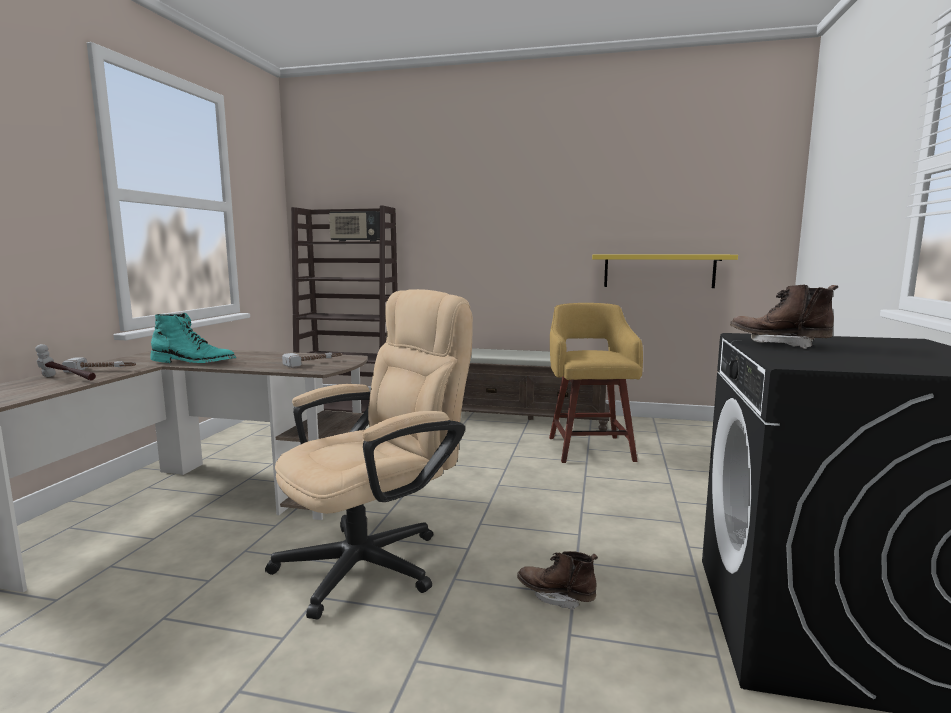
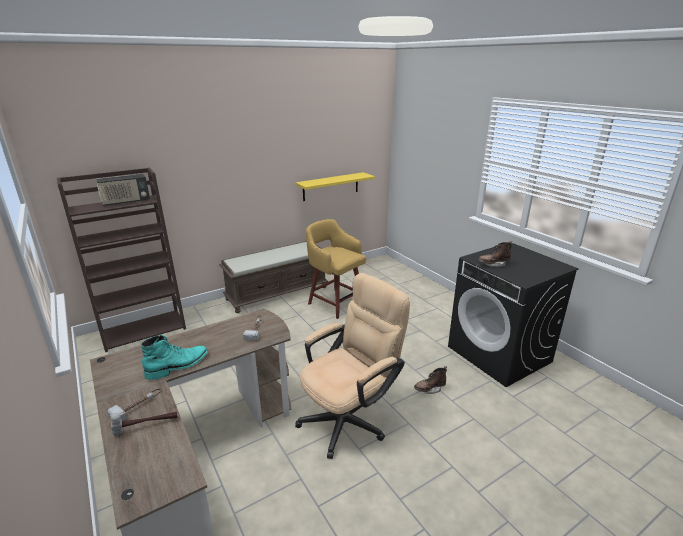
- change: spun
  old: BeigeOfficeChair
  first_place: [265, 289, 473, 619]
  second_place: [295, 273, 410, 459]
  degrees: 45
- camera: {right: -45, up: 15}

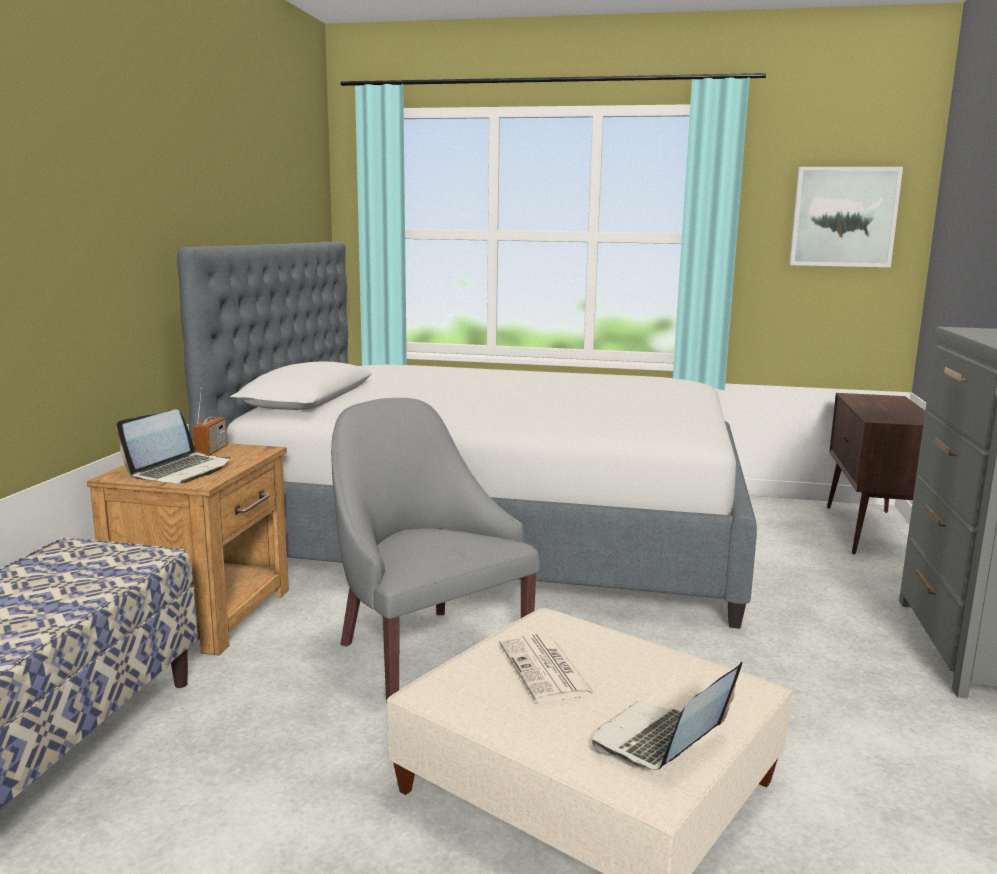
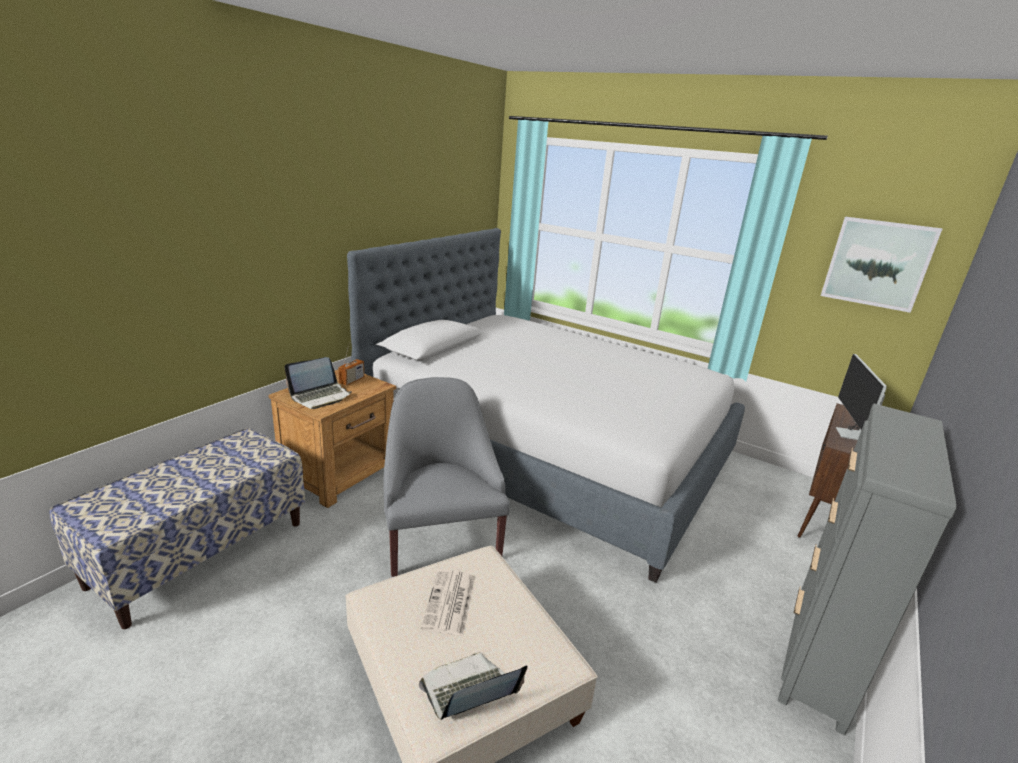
- change: appeared
  new: Monitor
  second_place: [836, 354, 887, 440]
- camera: {right: 20, up: 10}

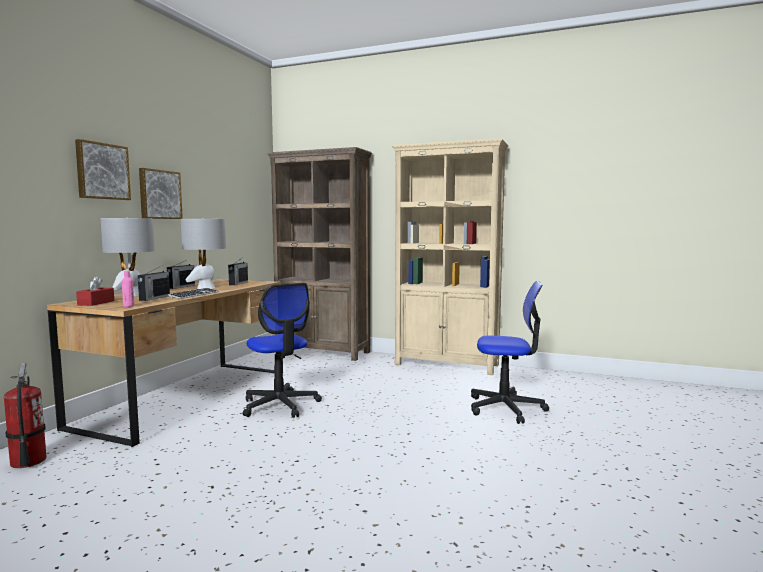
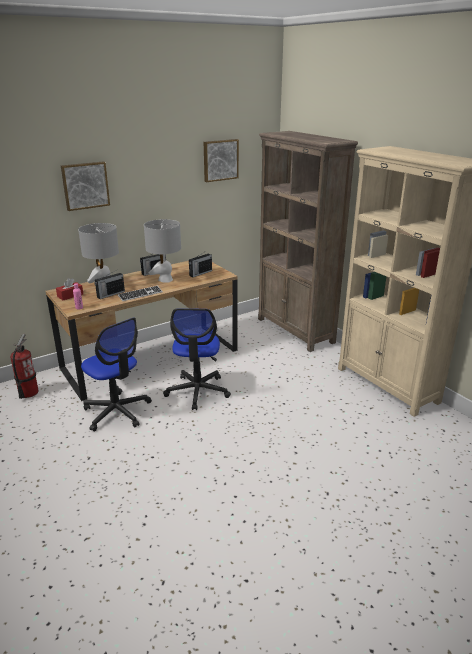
- change: relocated
  old: Picture
  first_place: [139, 168, 183, 219]
  second_place: [204, 139, 239, 182]
- change: relocated
  old: OfficeChair
  first_place: [471, 281, 549, 424]
  second_place: [81, 318, 152, 431]
- camera: {right: 35, up: 20}

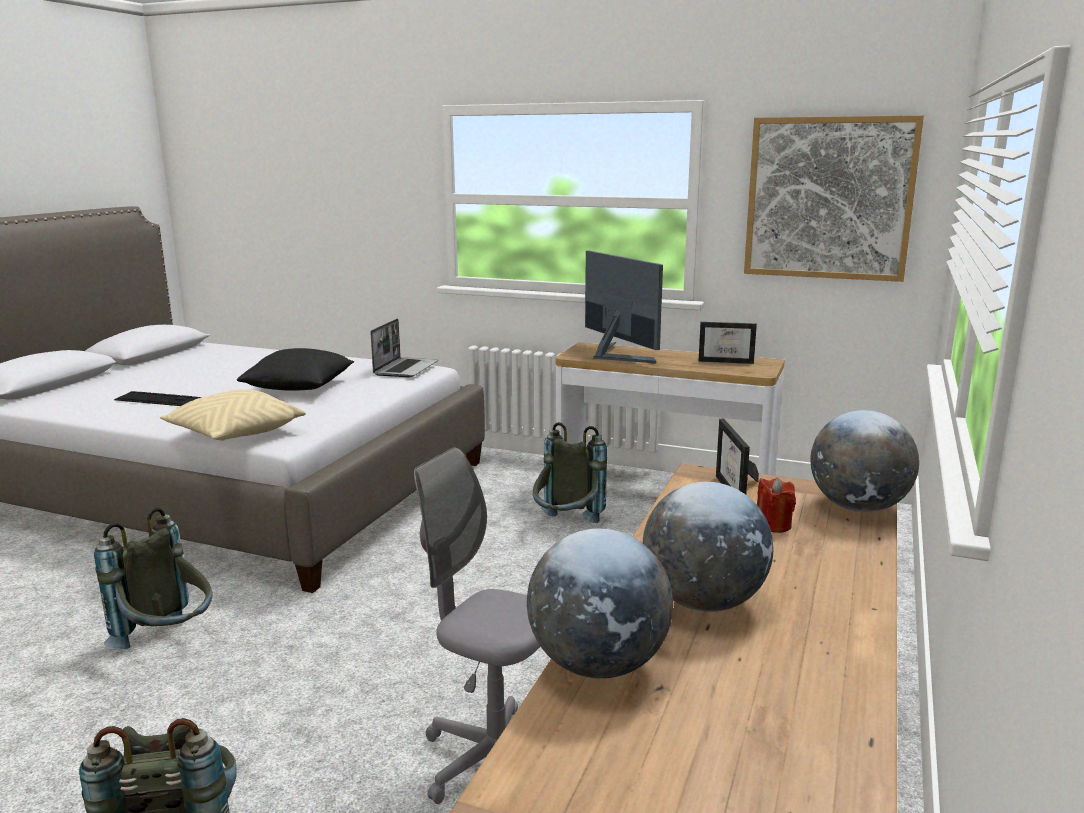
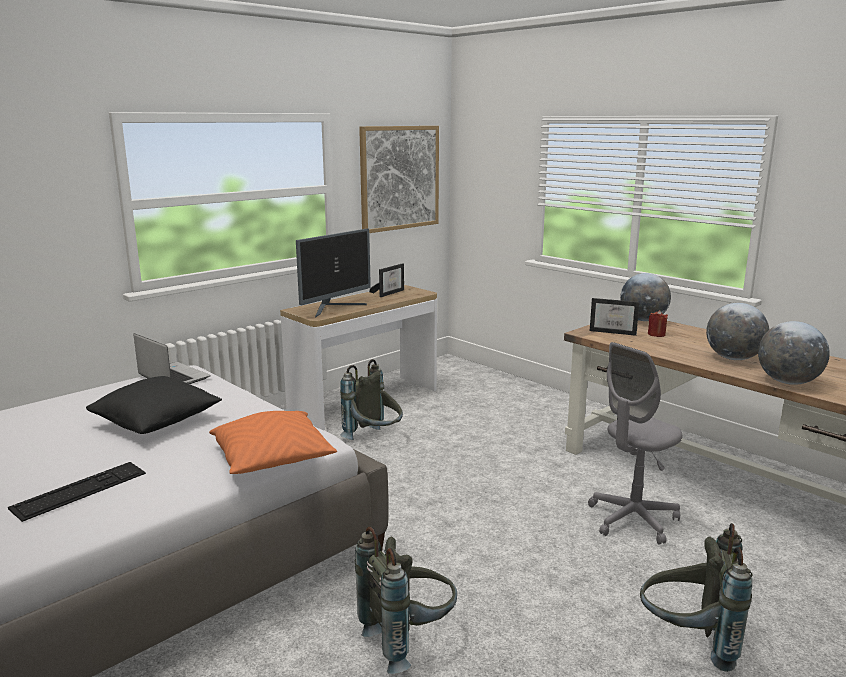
- change: colour
  old: BeigePillow
  new: OrangePillow
  first_place: [160, 389, 306, 441]
  second_place: [209, 411, 337, 474]
- change: spun
  old: Monitor
  first_place: [585, 251, 663, 363]
  second_place: [296, 229, 371, 318]
  degrees: 135
- camera: {right: -65, up: 0}

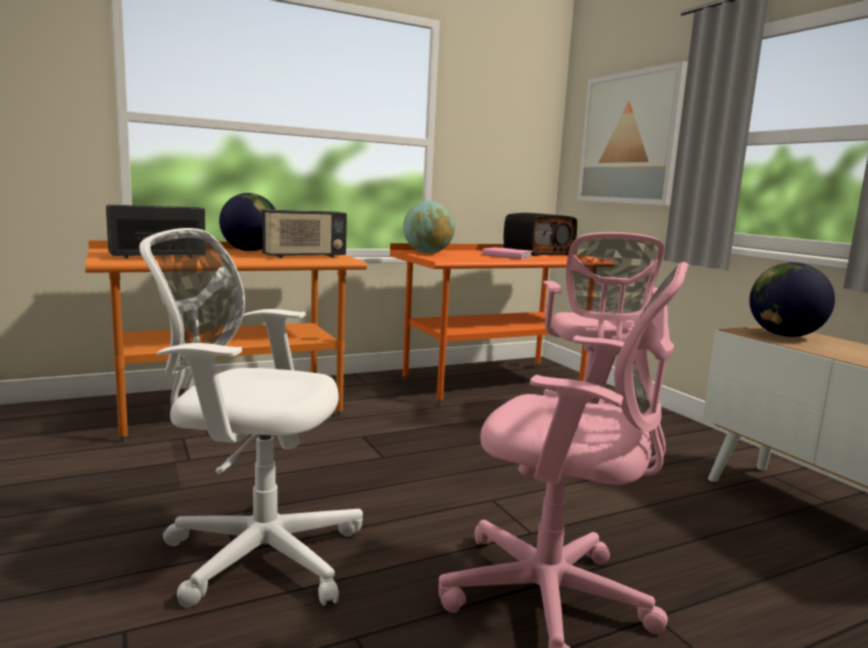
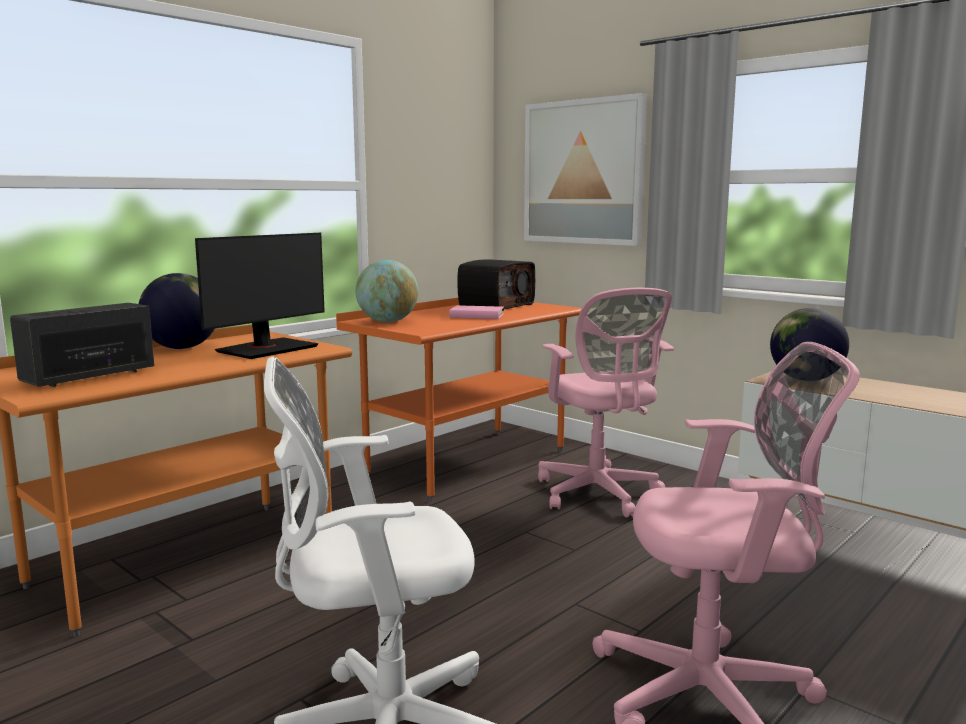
- change: exchanged
  old: Radio
  new: Monitor
  first_place: [262, 209, 347, 258]
  second_place: [195, 233, 325, 359]
- camera: {right: -20, up: 0}

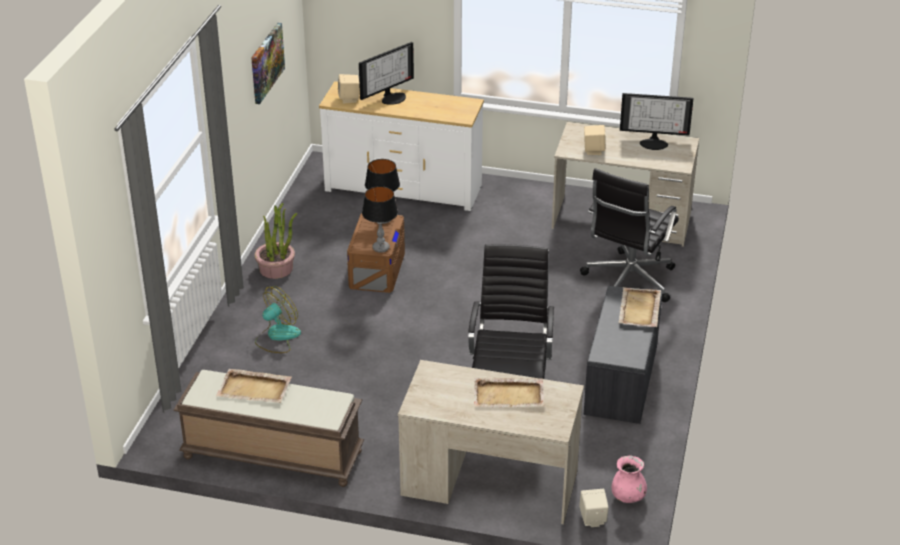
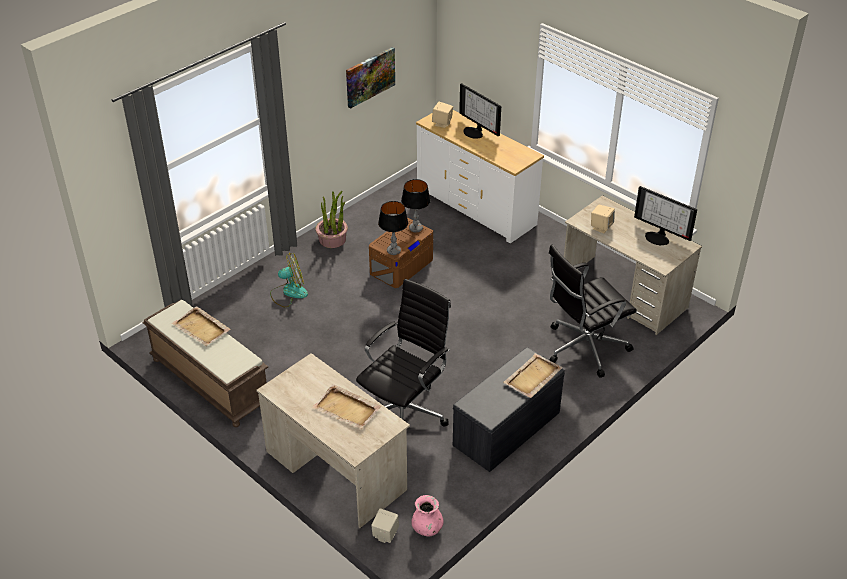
- change: spun
  old: Monitor
  first_place: [359, 42, 414, 105]
  second_place: [459, 83, 501, 138]
  degrees: 60
- camera: {right: 30, up: 5}

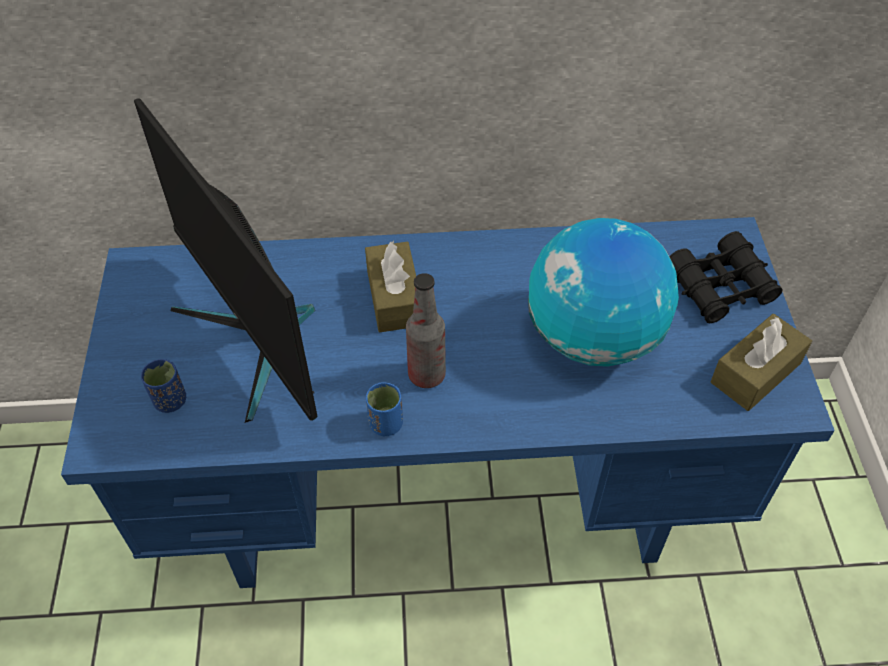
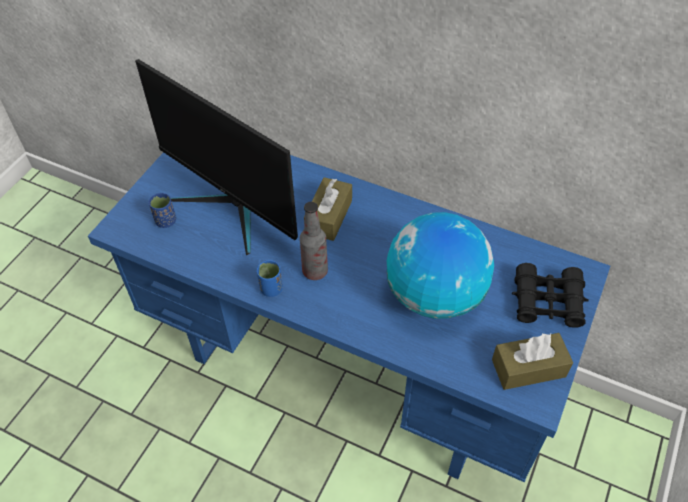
- change: spun
  old: Monitor
  first_place: [134, 98, 318, 423]
  second_place: [135, 59, 298, 256]
  degrees: -45
- camera: {right: 30, up: 0}

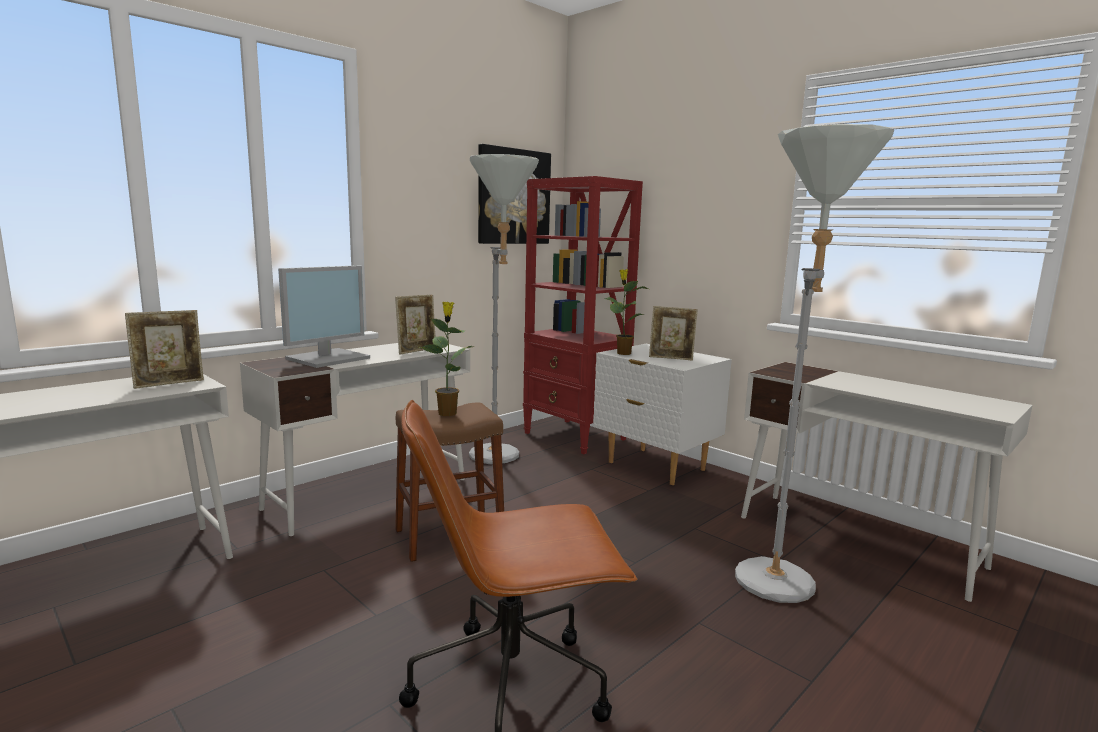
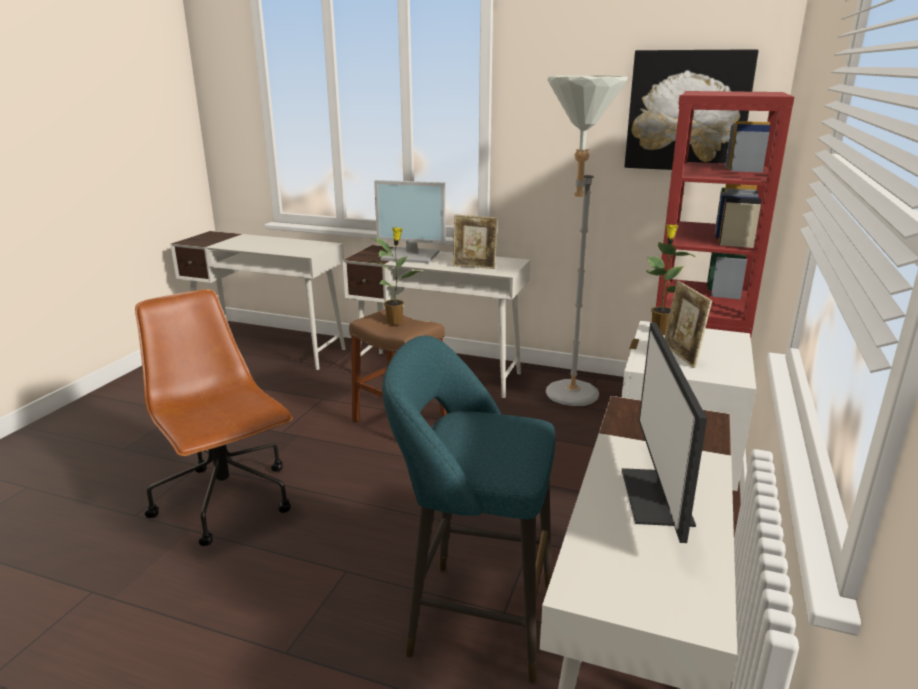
- change: missing
  old: PictureFrame
  first_place: [125, 310, 204, 389]
- change: appeared
  new: Monitor
  second_place: [622, 322, 707, 543]
- change: exchanged
  old: GreyFloorLamp
  new: TurquoiseStool
  first_place: [735, 124, 894, 603]
  second_place: [382, 336, 555, 683]
- camera: {right: 65, up: 10}

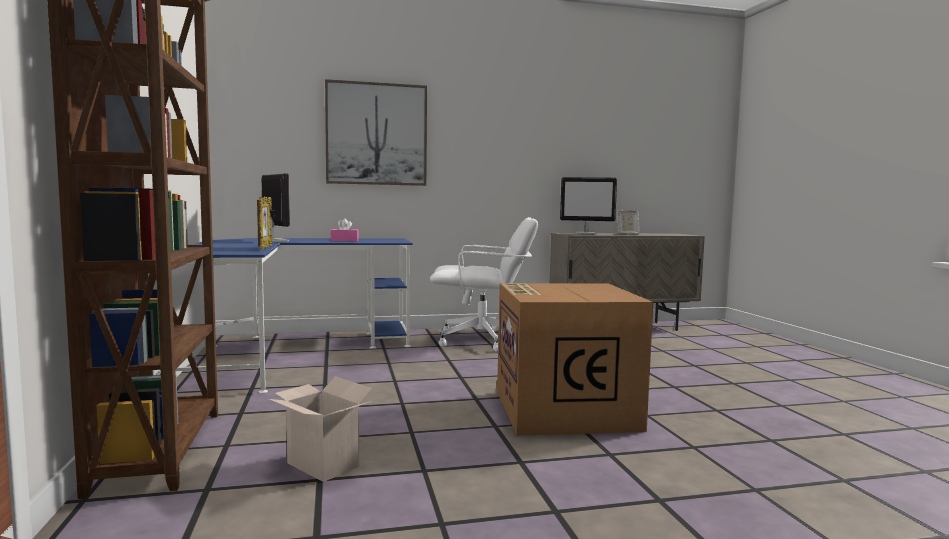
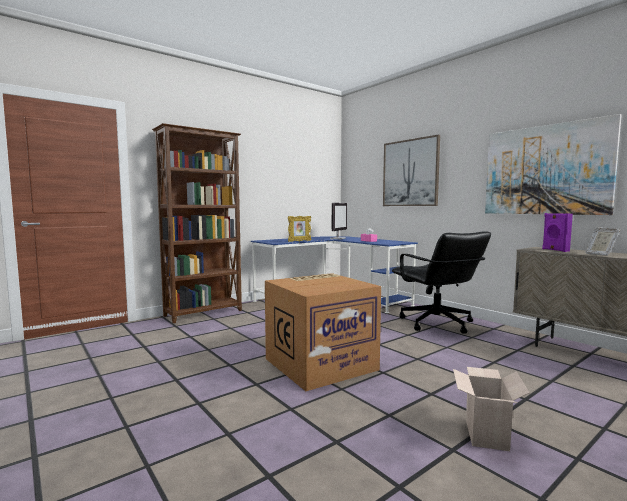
- change: appeared
  new: Picture
  second_place: [485, 114, 622, 215]
- change: relocated
  old: CardboardBox
  first_place: [268, 376, 372, 482]
  second_place: [453, 367, 530, 451]
- change: exchanged
  old: Monitor
  new: PurpleSpeaker
  first_place: [560, 177, 617, 235]
  second_place: [542, 213, 573, 252]
- change: colour
  old: WhiteOfficeChair
  new: BlackOfficeChair
  first_place: [430, 217, 538, 352]
  second_place: [392, 231, 491, 334]
- camera: {right: 65, up: 0}

